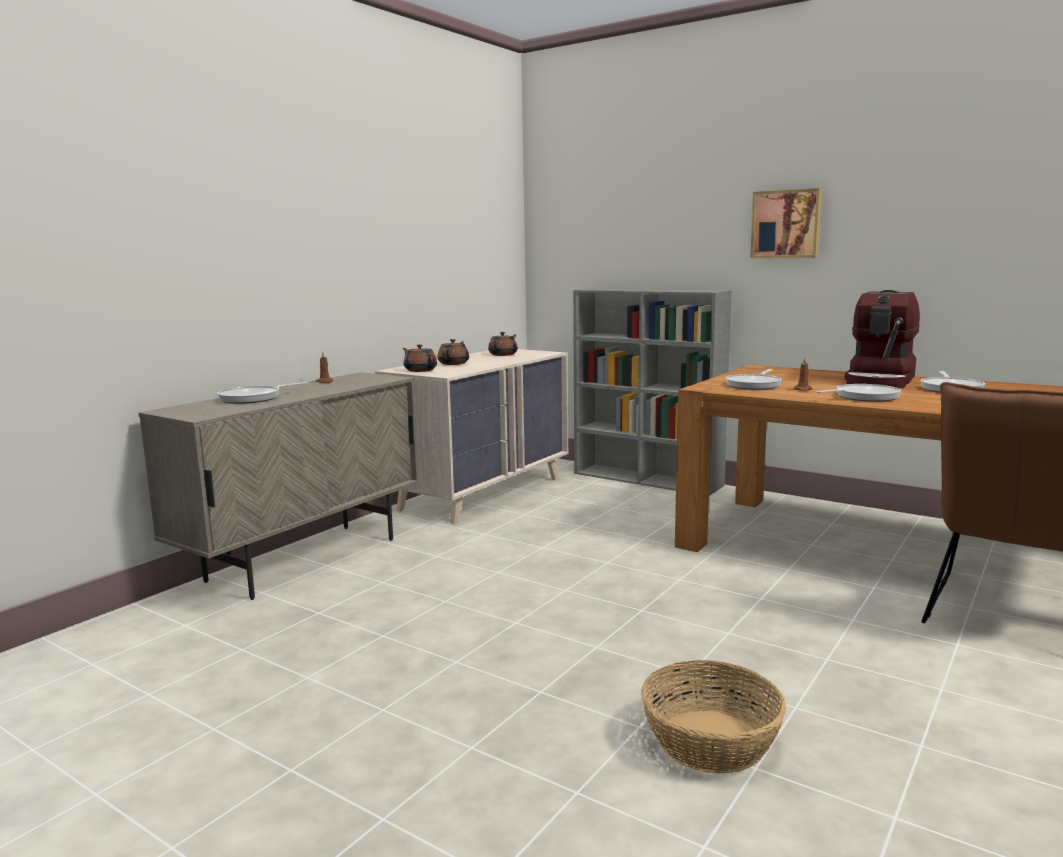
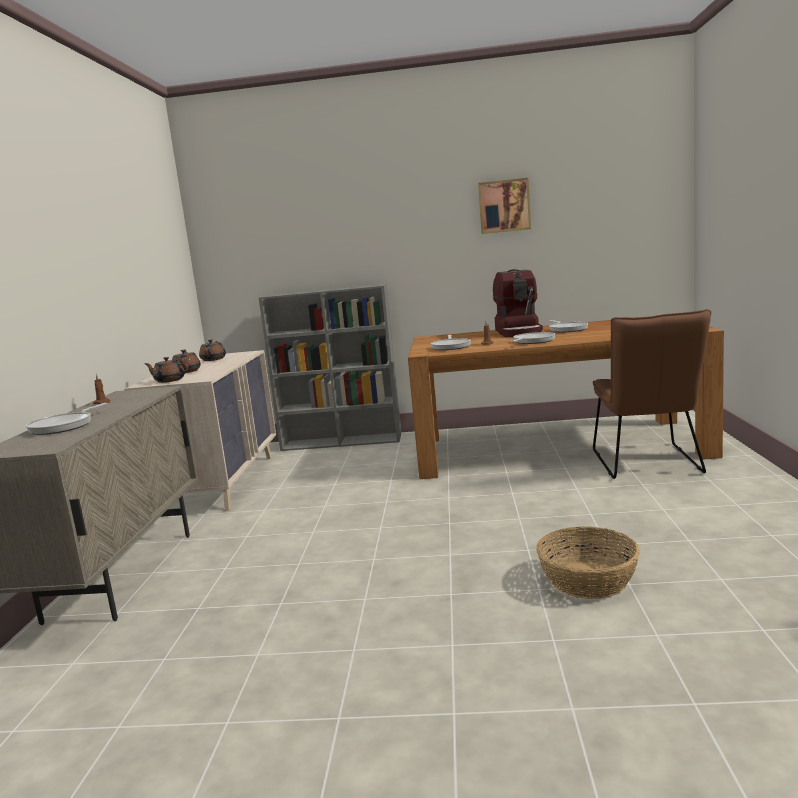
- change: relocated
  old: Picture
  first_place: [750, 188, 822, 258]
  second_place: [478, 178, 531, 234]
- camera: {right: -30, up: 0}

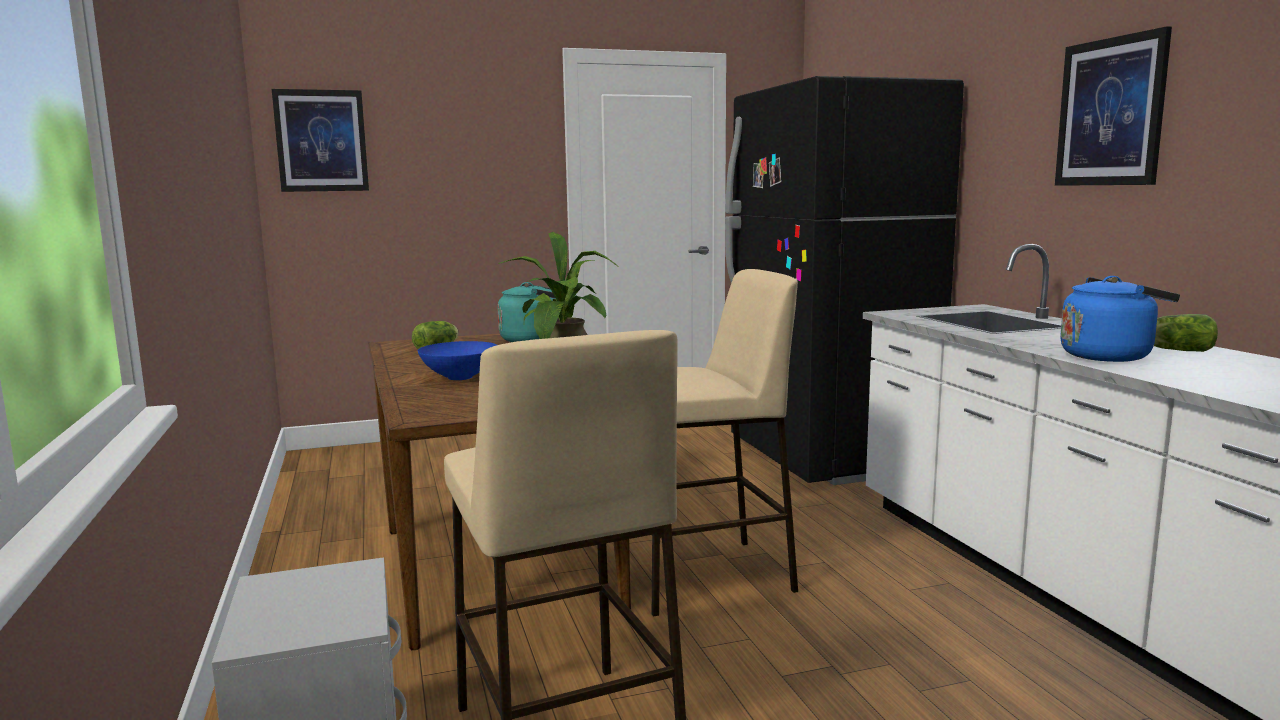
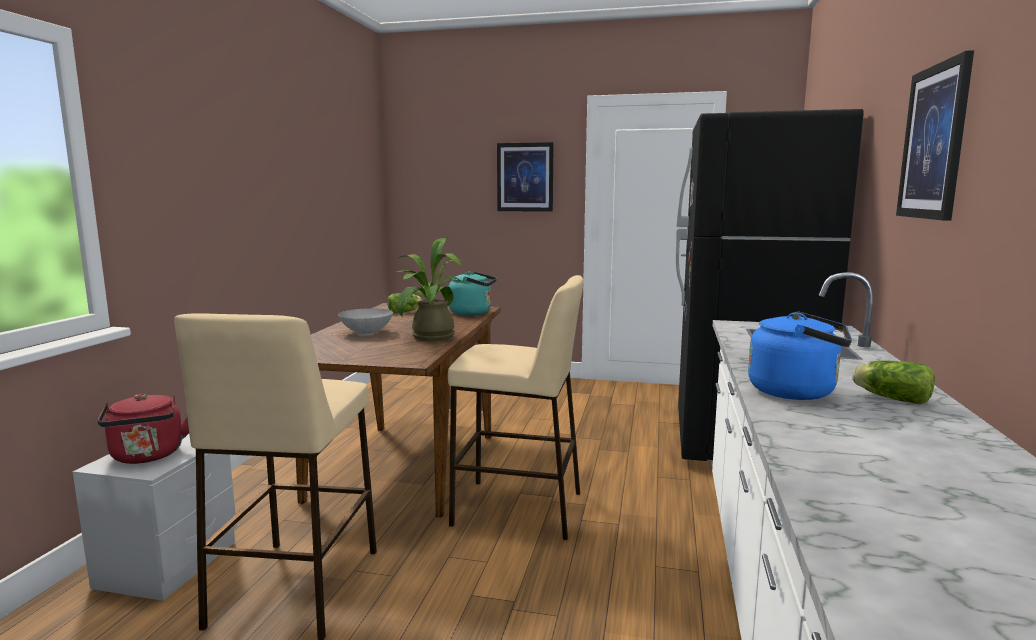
- change: appeared
  new: RedKettle
  second_place: [98, 393, 189, 464]
- change: relocated
  old: Picture
  first_place: [272, 89, 369, 192]
  second_place: [497, 142, 554, 212]
- change: colour
  old: BlueBowl
  new: GreyBowl
  first_place: [418, 341, 497, 380]
  second_place: [338, 308, 393, 335]
- camera: {right: 30, up: 0}

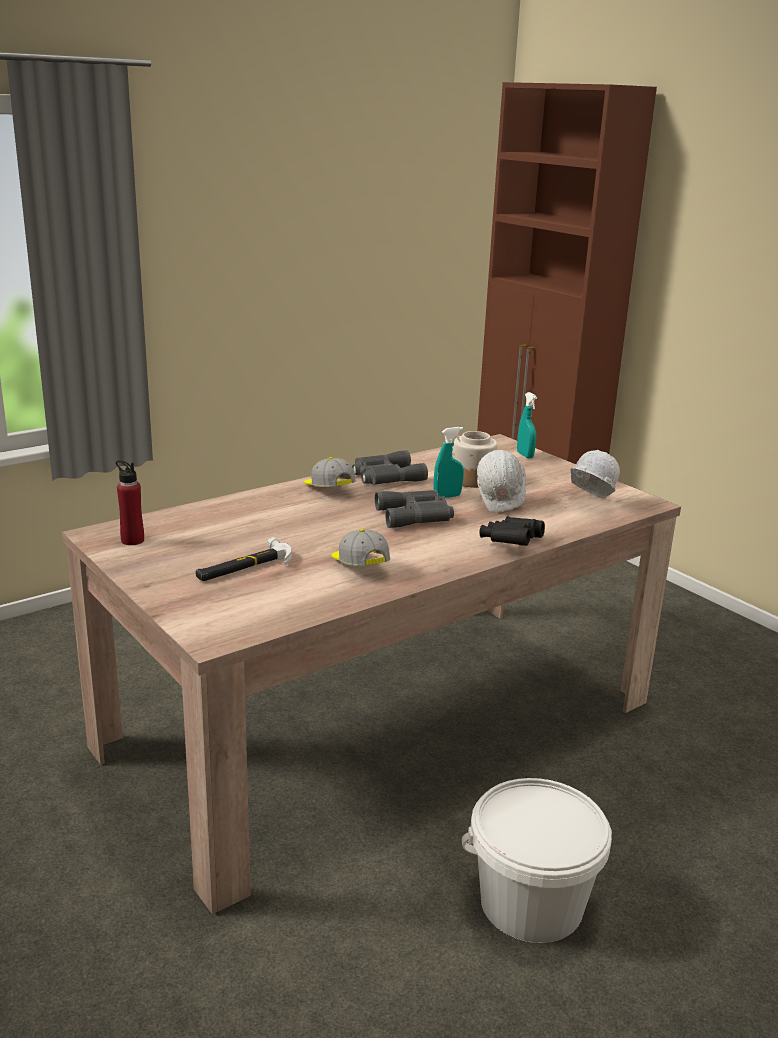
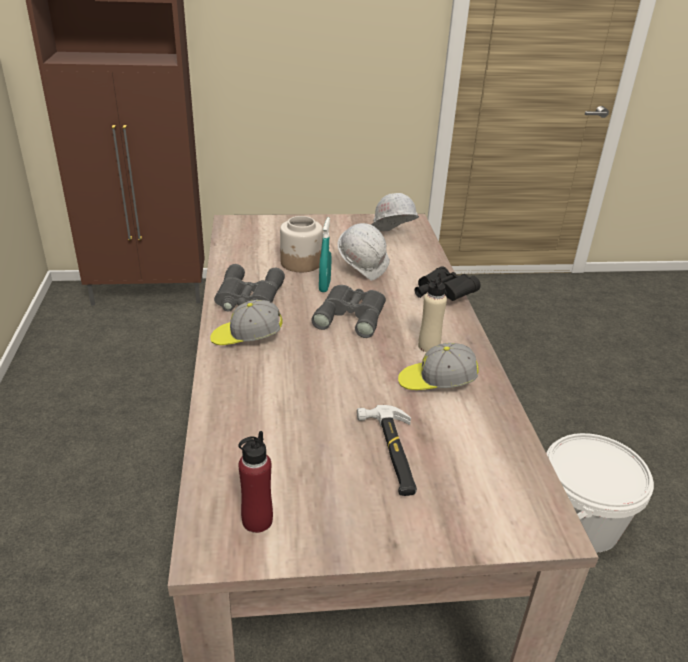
- change: missing
  old: TurquoiseSprayBottle
  first_place: [517, 392, 537, 458]
- change: appeared
  new: BeigeBottle
  second_place: [418, 272, 447, 352]
- camera: {right: -60, up: 10}

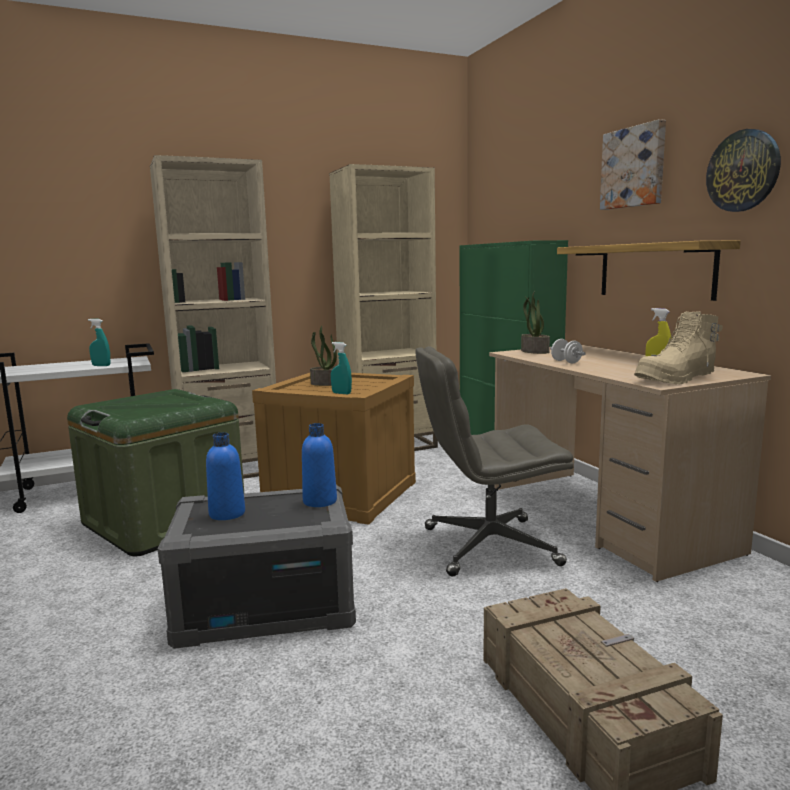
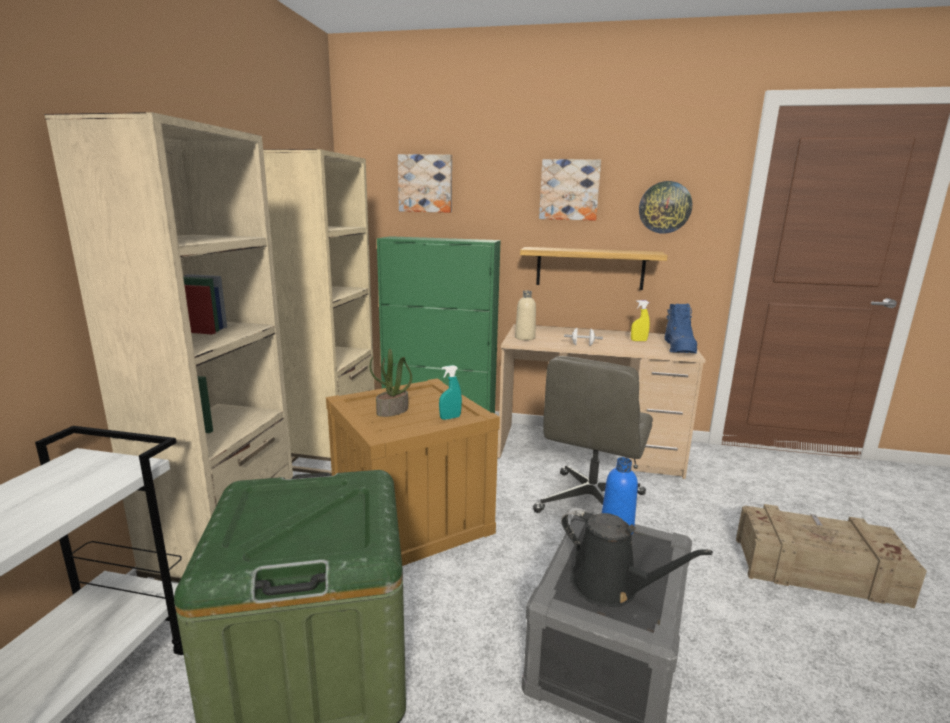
- change: missing
  old: TurquoiseSprayBottle
  first_place: [88, 319, 110, 366]
- change: appeared
  new: Picture
  second_place: [398, 154, 452, 213]
- change: exchanged
  old: BlueBottle
  new: BlackWateringCan
  first_place: [206, 432, 245, 520]
  second_place: [561, 508, 713, 607]
- change: exchanged
  old: PottedPlant
  new: BeigeBottle
  first_place: [521, 291, 550, 354]
  second_place: [515, 291, 536, 340]
- change: colour
  old: BeigeBoot
  new: BlueBoot
  first_place: [634, 311, 723, 384]
  second_place: [664, 304, 697, 354]
- camera: {right: -55, up: 5}

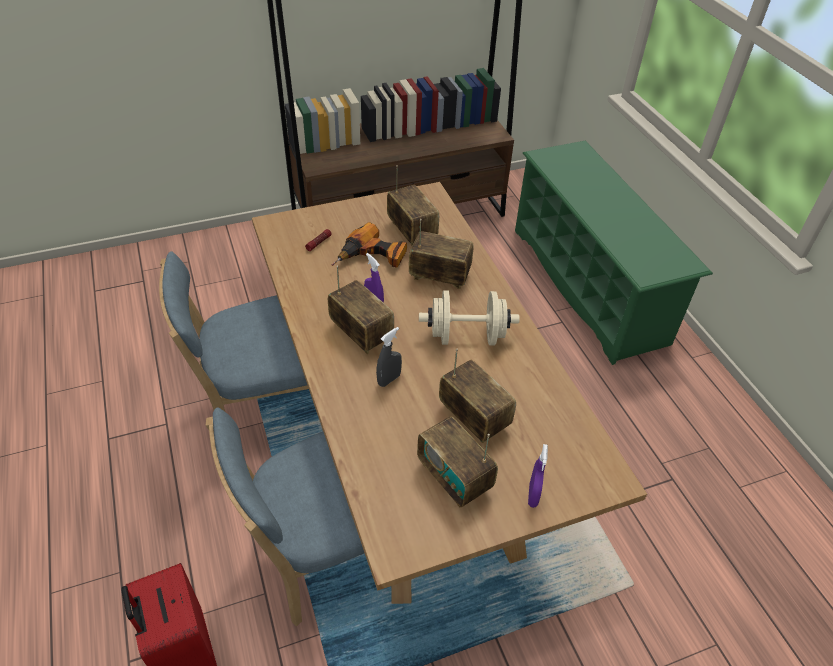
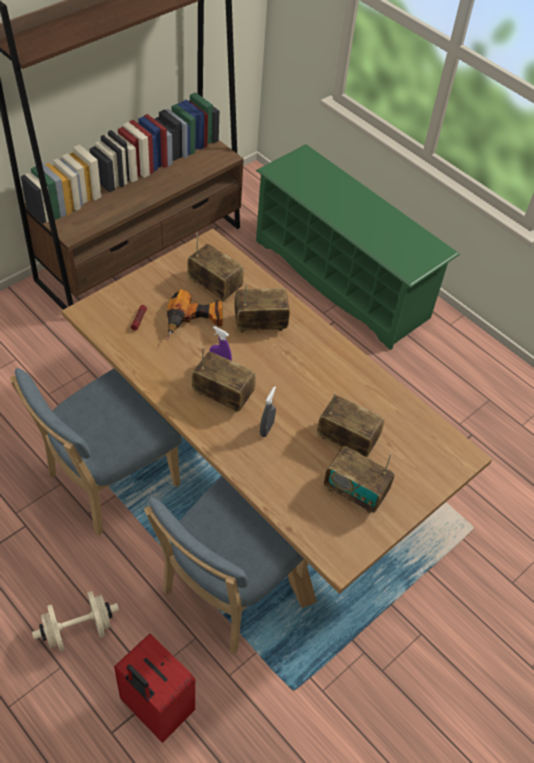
- change: missing
  old: PurpleSprayBottle
  first_place: [528, 444, 548, 508]
- change: relocated
  old: BeigeDumbbell
  first_place: [419, 290, 520, 345]
  second_place: [32, 591, 119, 652]
- camera: {right: -25, up: 5}

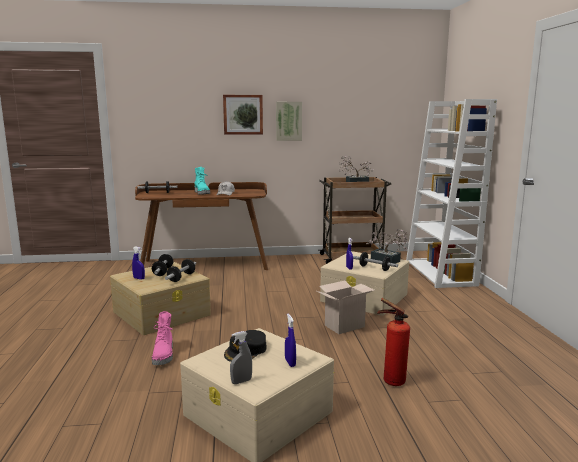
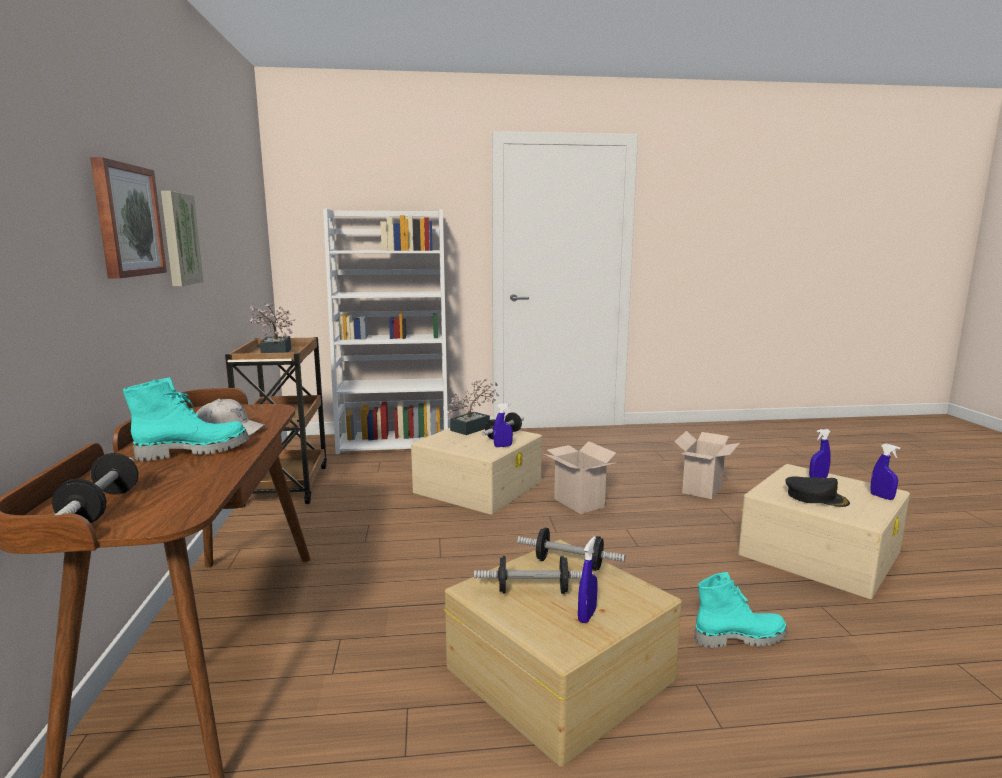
- change: exchanged
  old: FireExtinguisher
  new: CardboardBox
  first_place: [377, 298, 410, 386]
  second_place: [674, 431, 740, 499]
- change: colour
  old: PinkBoot
  new: TurquoiseBoot
  first_place: [152, 311, 173, 365]
  second_place: [694, 572, 787, 648]
- change: colour
  old: GreySprayBottle
  new: BlueSprayBottle
  first_place: [230, 331, 252, 384]
  second_place: [870, 443, 900, 500]
- camera: {right: -90, up: 0}

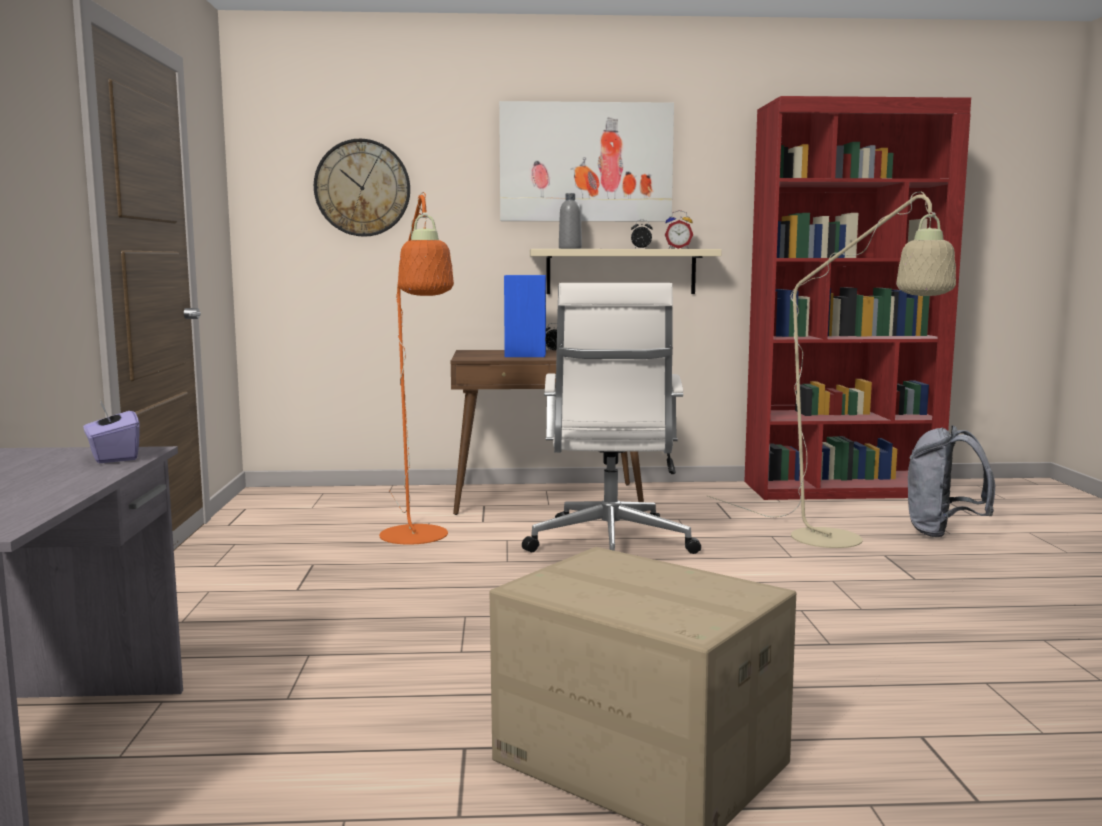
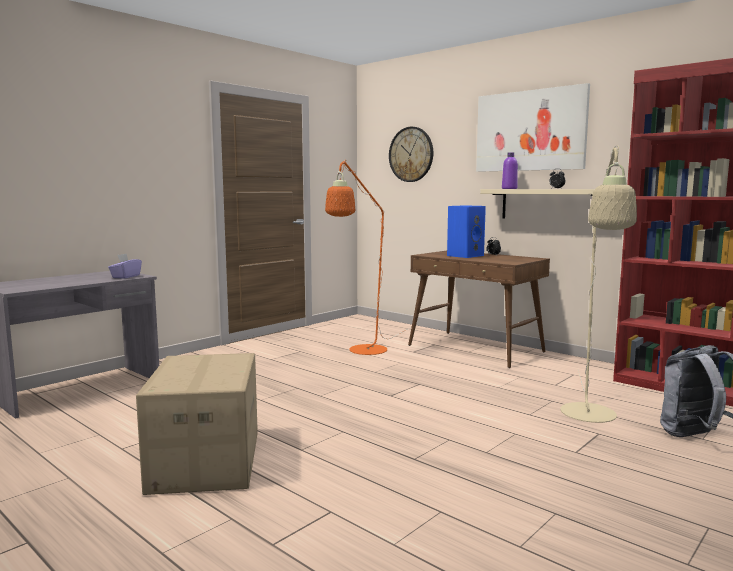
- change: missing
  old: WhiteOfficeChair
  first_place: [522, 283, 701, 554]
- change: missing
  old: AlarmClock
  first_place: [665, 210, 693, 249]
- change: colour
  old: GreyBottle
  new: PurpleBottle
  first_place: [559, 193, 582, 249]
  second_place: [502, 152, 518, 189]
- camera: {right: 45, up: 0}

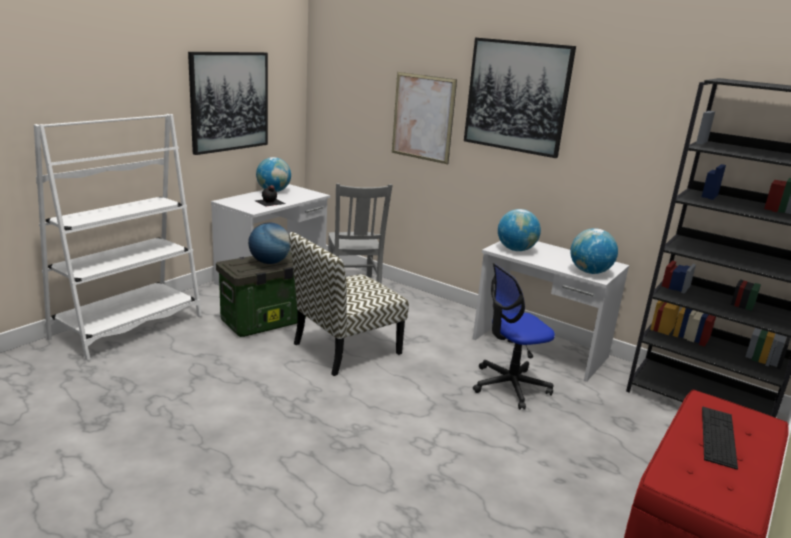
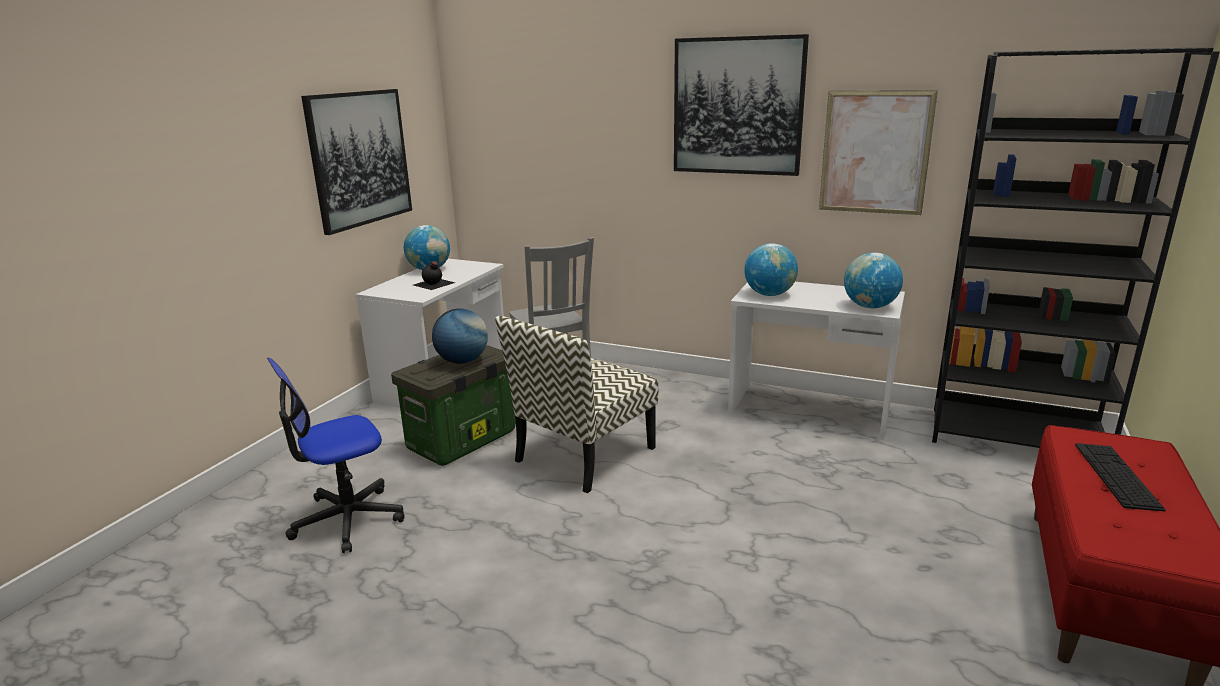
- change: missing
  old: WhiteBookcase
  first_place: [34, 114, 202, 361]
- change: relocated
  old: Picture
  first_place: [392, 72, 457, 164]
  second_place: [819, 90, 938, 215]
- change: relocated
  old: OfficeChair
  first_place: [473, 263, 555, 410]
  second_place: [267, 358, 404, 553]
- camera: {right: -10, up: 0}

